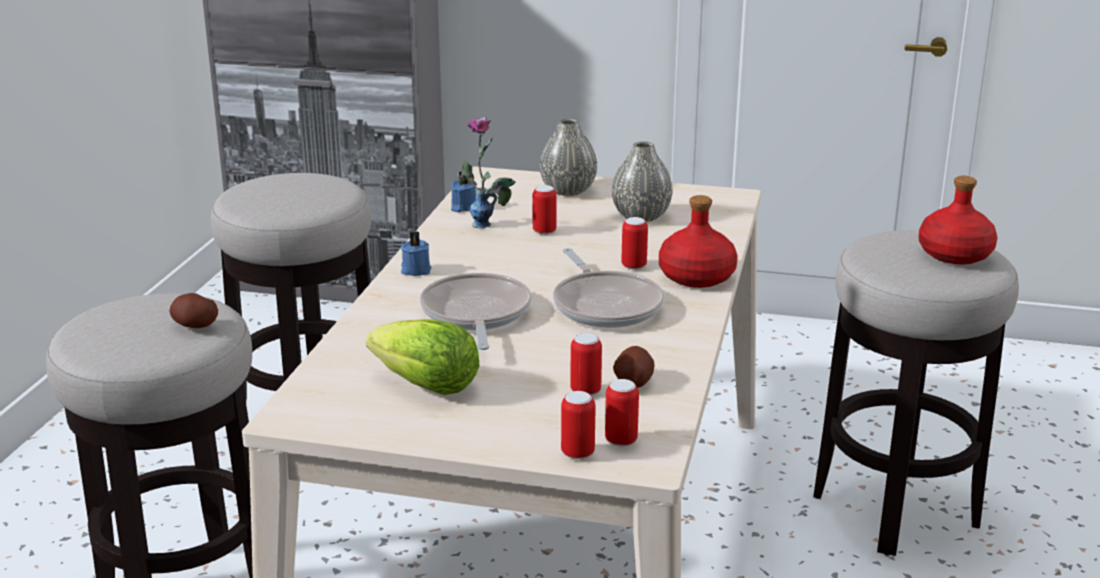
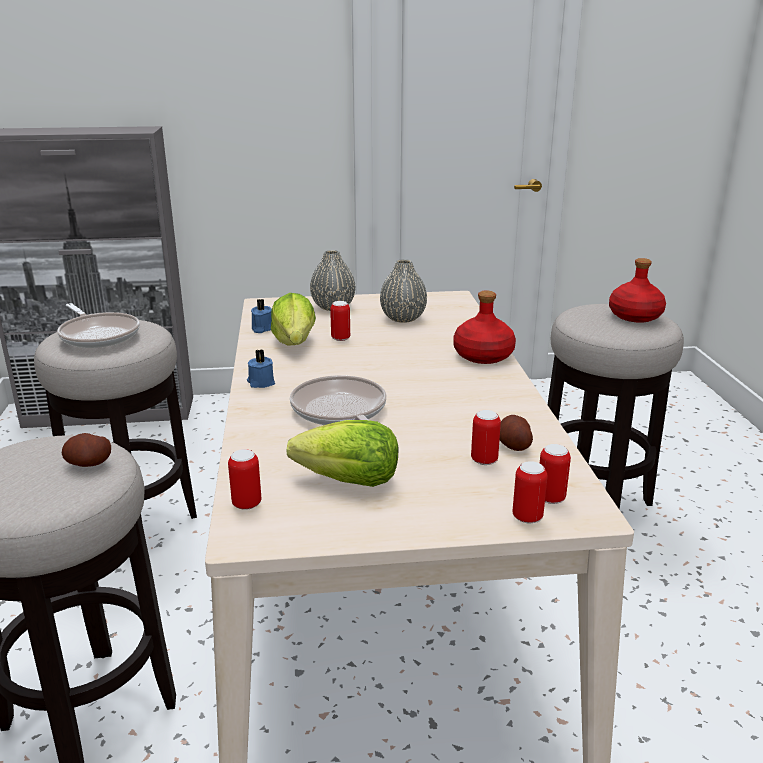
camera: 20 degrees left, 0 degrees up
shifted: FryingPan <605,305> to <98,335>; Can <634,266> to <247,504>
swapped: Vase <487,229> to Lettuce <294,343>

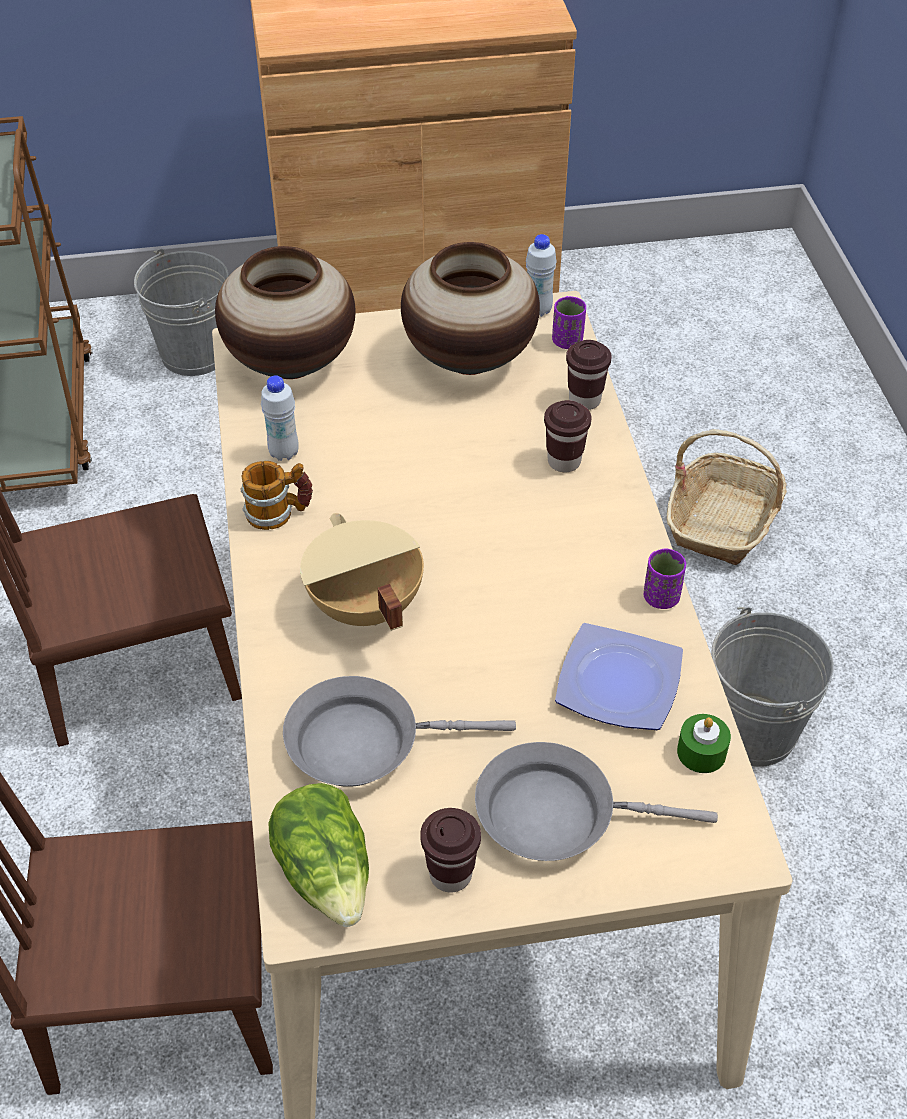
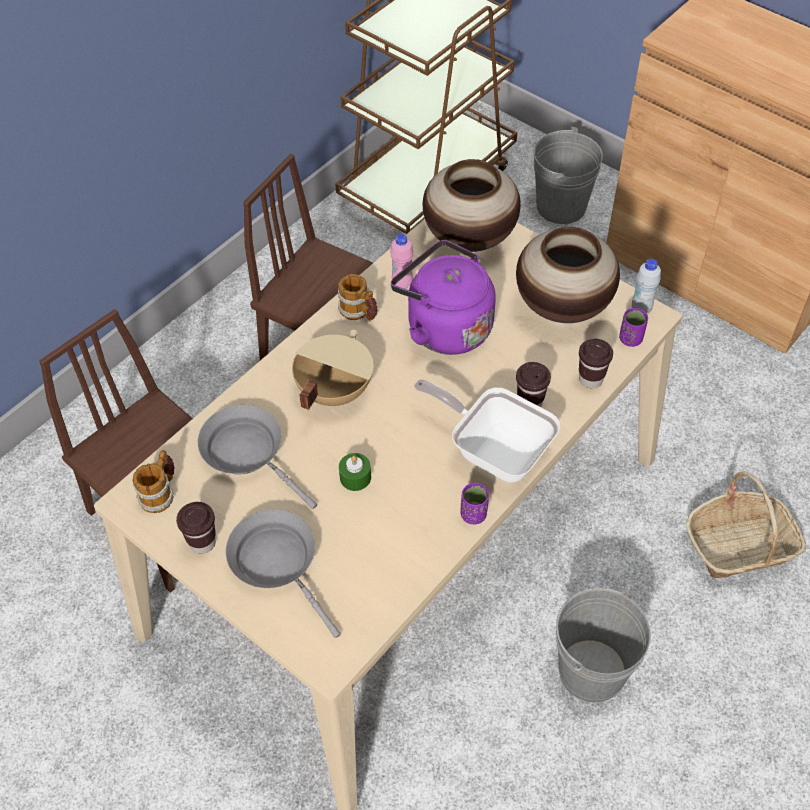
camera: 50 degrees right, 5 degrees up
gone: Plate <621,682>
new: PurpleKettle <444,327>; FryingPan <494,449>
shifted: GreenCandle <701,752> to <355,477>
swapped: Lettuce <327,872> to Mug <160,493>
repainted: WhiteBottle <284,453> to PinkBottle <402,283>

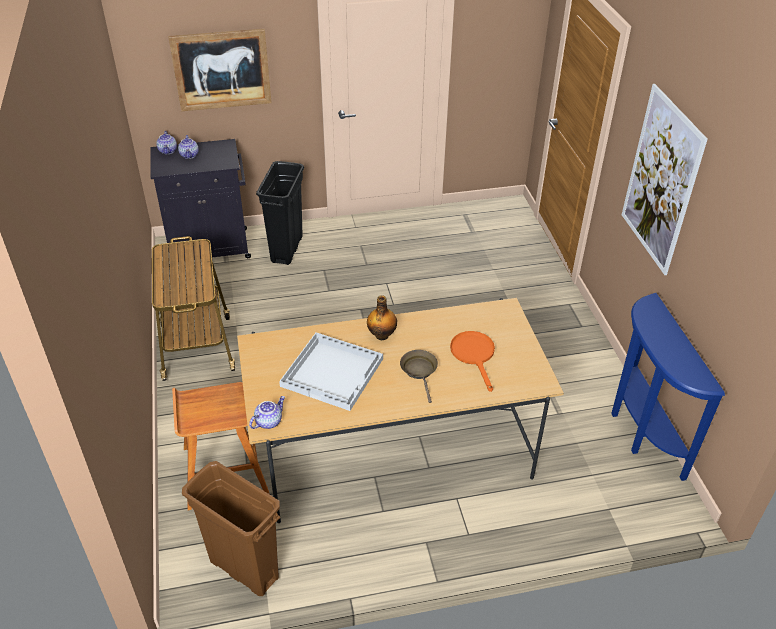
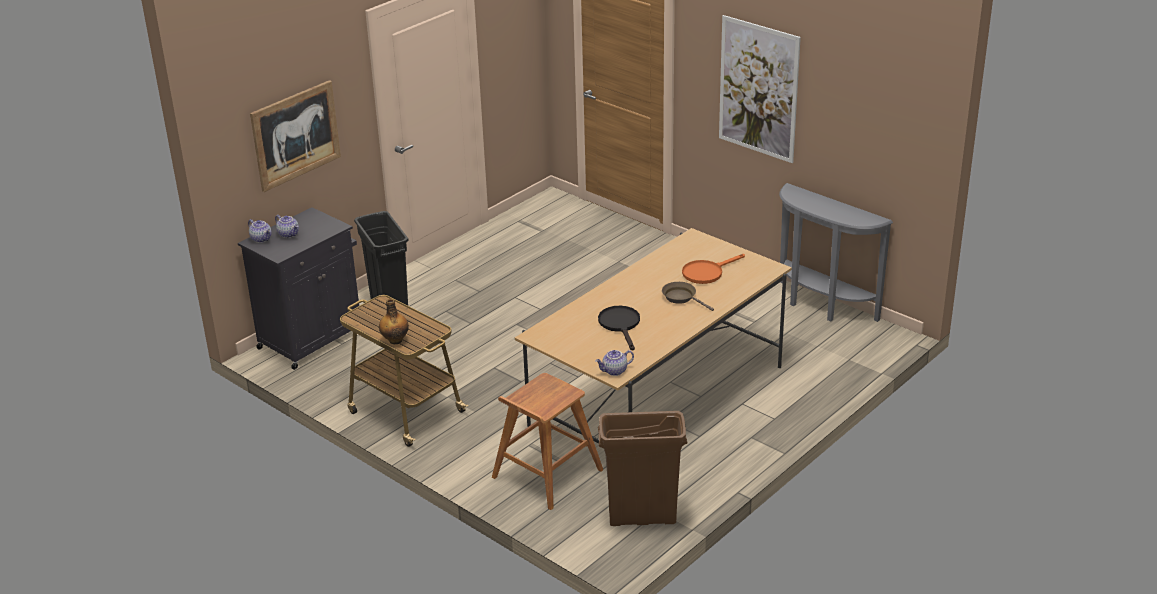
camera: 35 degrees left, 10 degrees down
shifted: Bottle <382,335> to <395,340>
swapped: WhiteTray <333,372> to BlackFryingPan <621,325>
repainted: BlueConsoleTable <640,431> to GreyConsoleTable <821,306>
rotated: Teapot <268,421> = <614,371> 120 degrees counterclockwise; OrangeFryingPan <474,355> = <706,272> 75 degrees counterclockwise

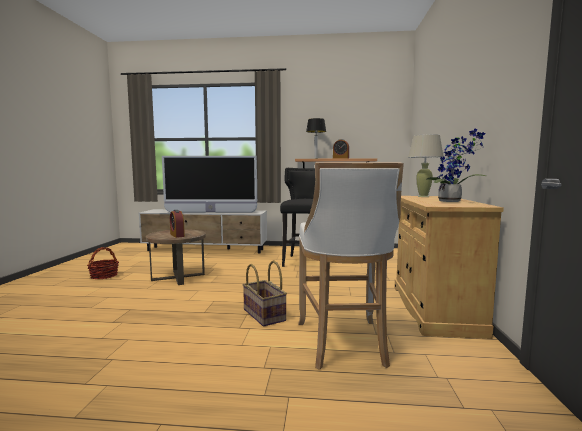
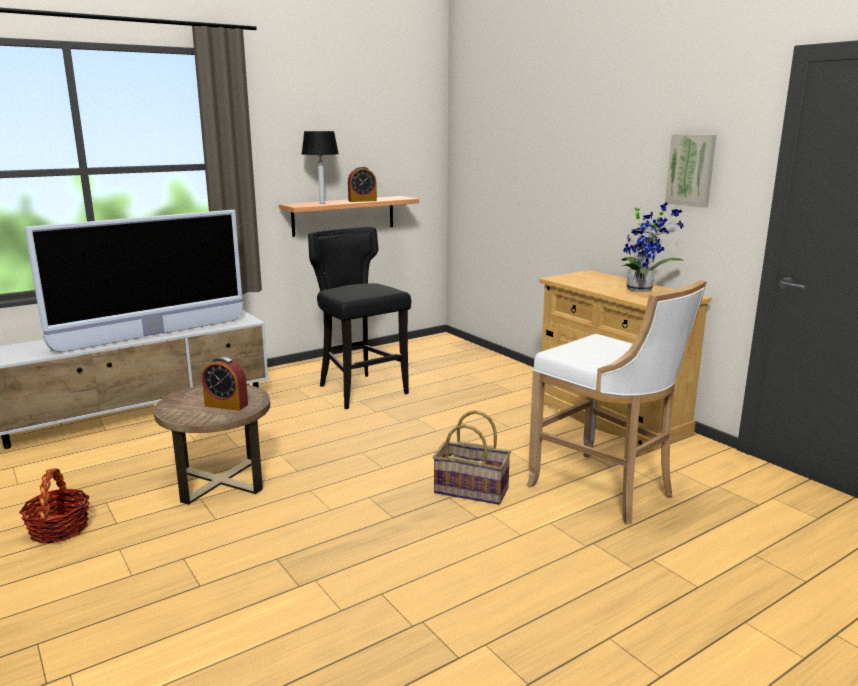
camera: 40 degrees left, 10 degrees up
gone: BeigeTableLamp <423,196>
new: Picture <691,170>

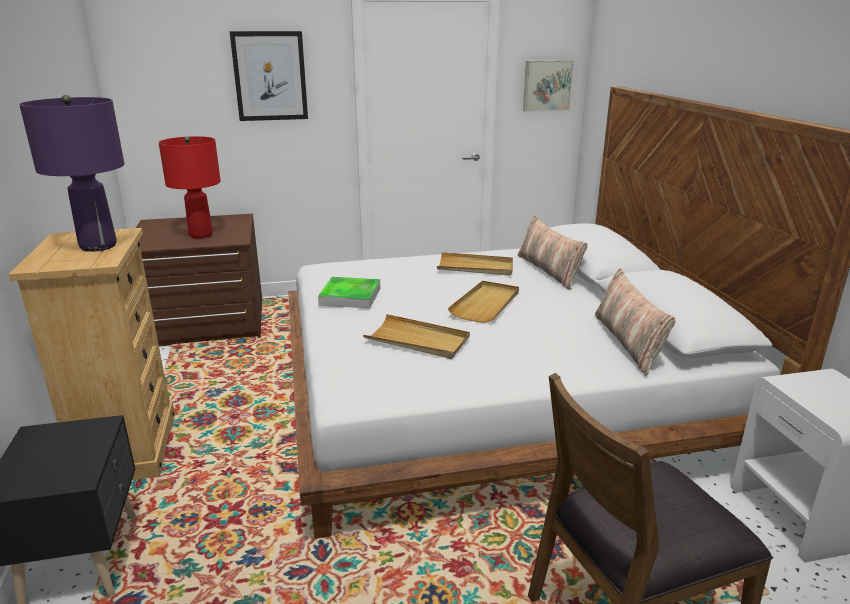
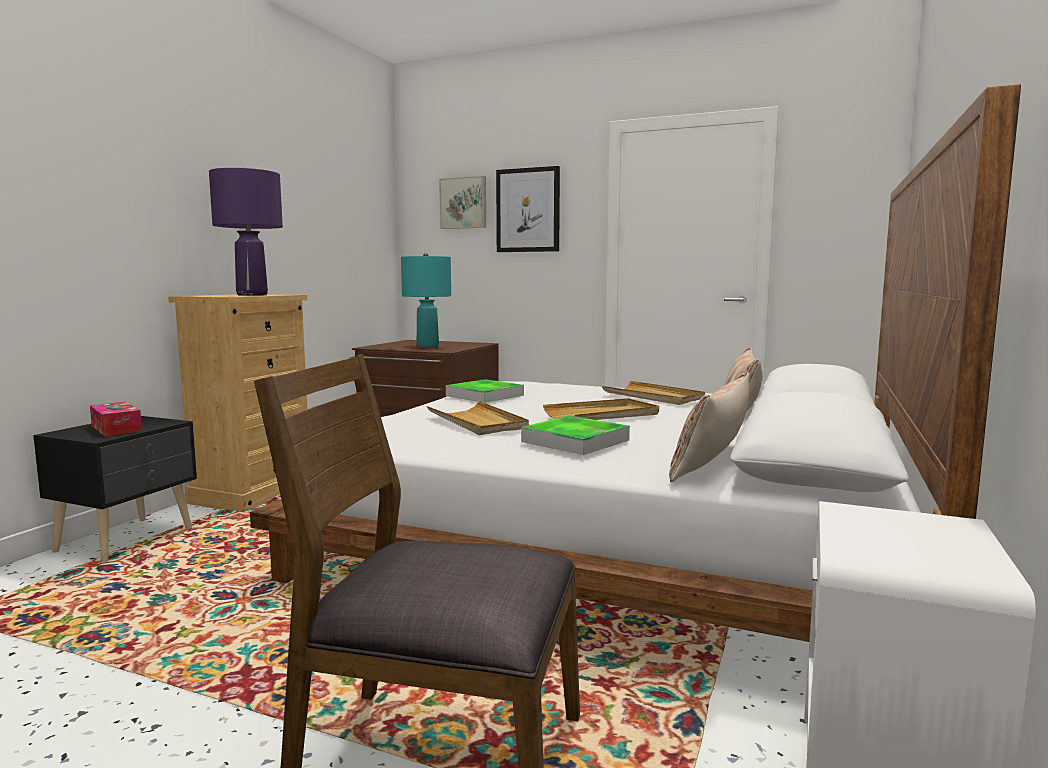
camera: 35 degrees right, 15 degrees down
new: TissueBox <116,428>; Tray <575,441>
shifted: Picture <546,85> to <464,203>
repainted: RedTableLamp <200,235> to TurquoiseTableLamp <427,347>

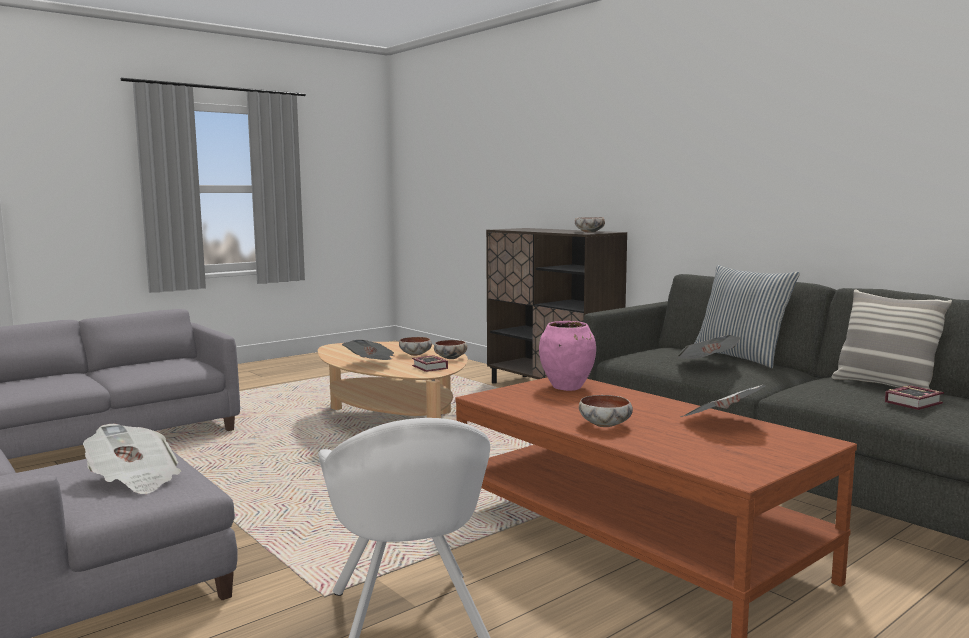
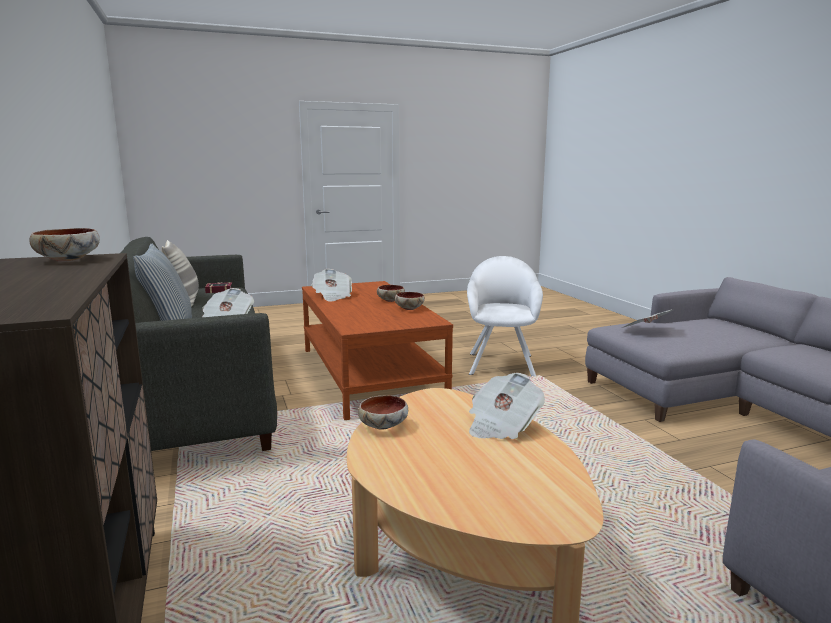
camera: 160 degrees left, 5 degrees up
gone: Book <429,368>; PinkVase <567,387>
shifted: Bowl <416,355> to <409,308>

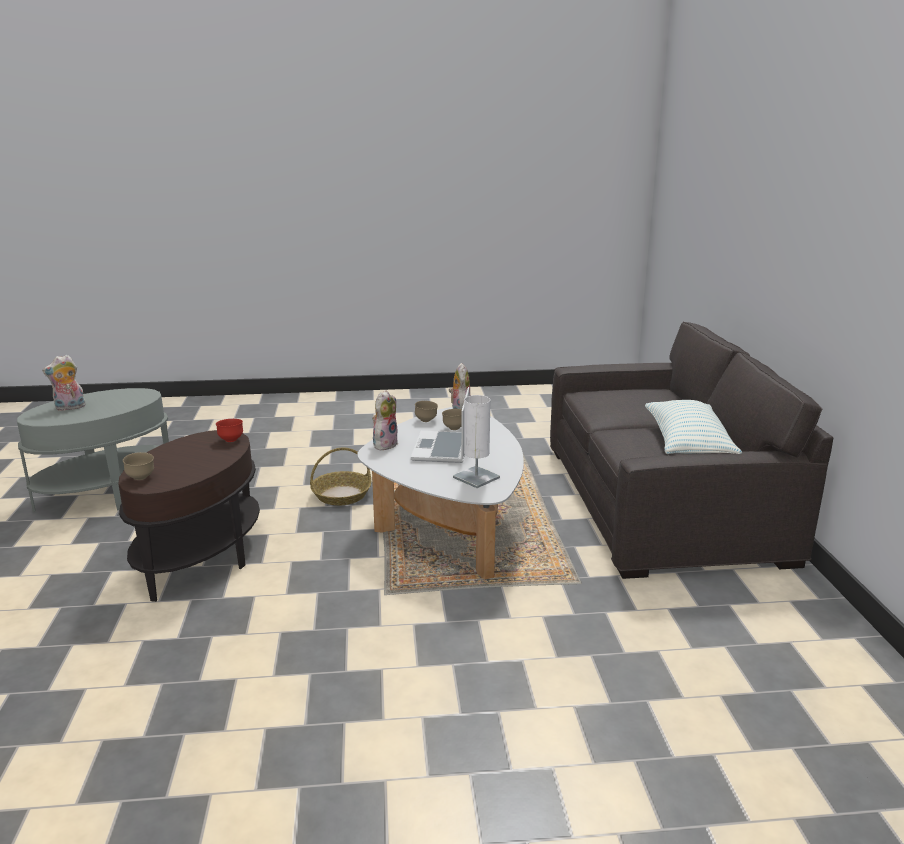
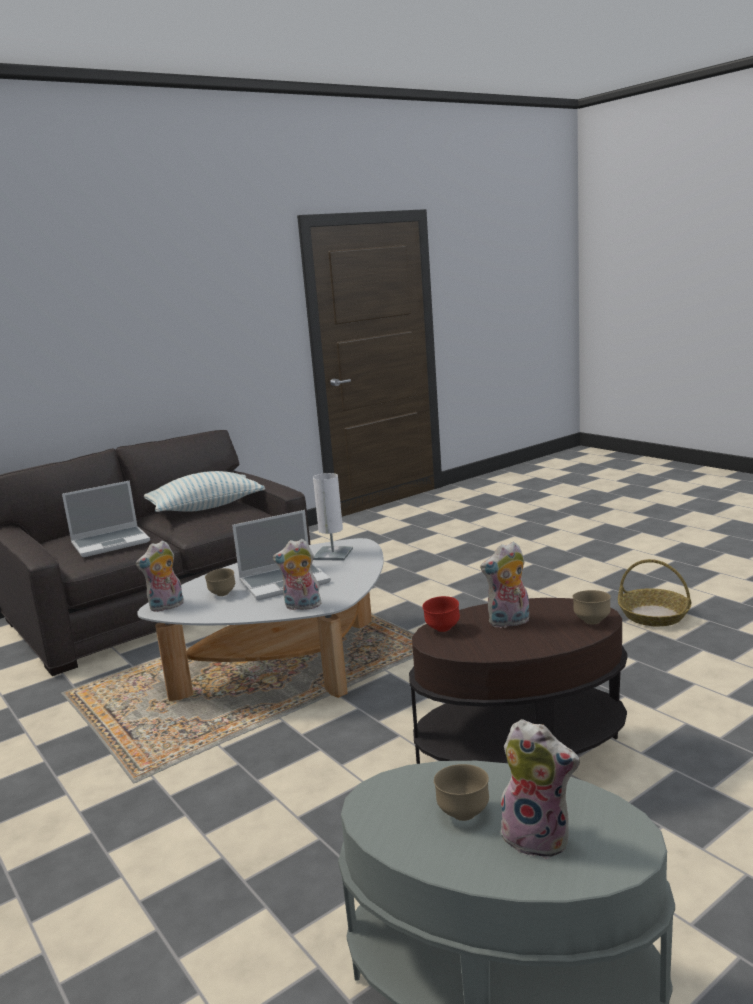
camera: 120 degrees left, 5 degrees down
new: Laptop <111,542>; PlushToy <508,622>
shifted: Basket <341,495> to <653,615>; BrownBowl <426,421> to <463,813>

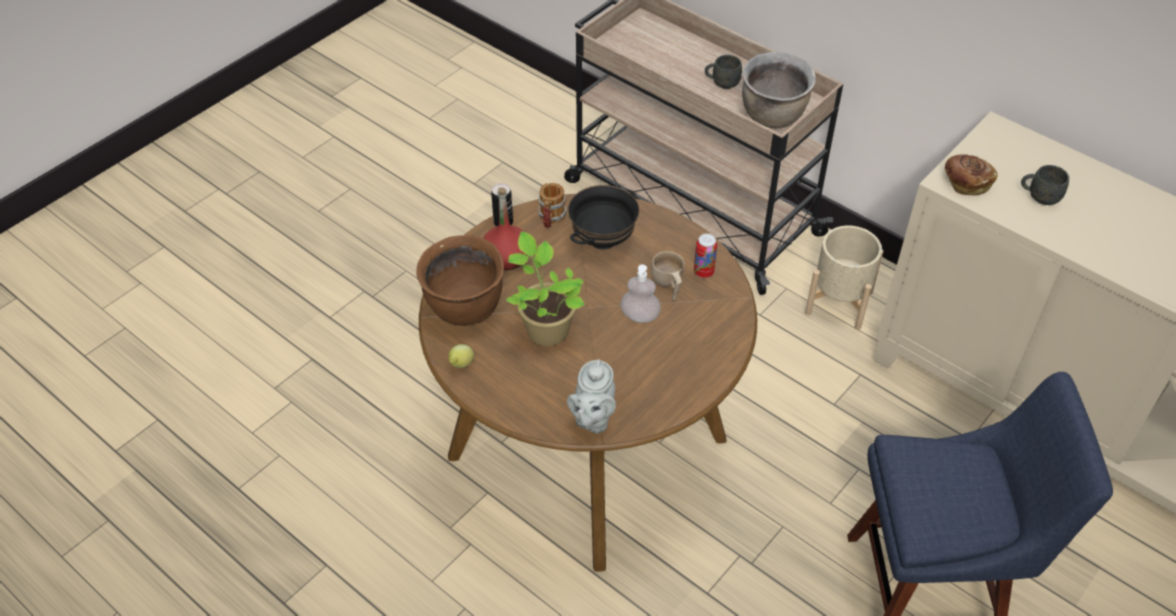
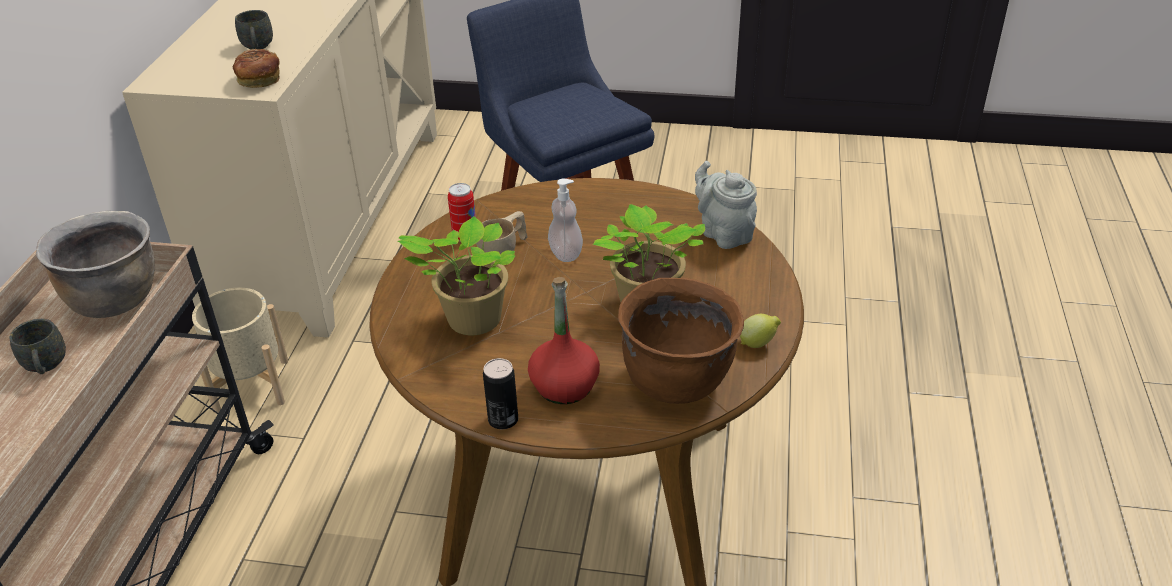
camera: 120 degrees left, 10 degrees down
gone: Mug <551,219>
swapped: BlackBowl <603,241> to PottedPlant <470,321>
rotated: GreyTeapot <592,418> = <723,233> 105 degrees counterclockwise

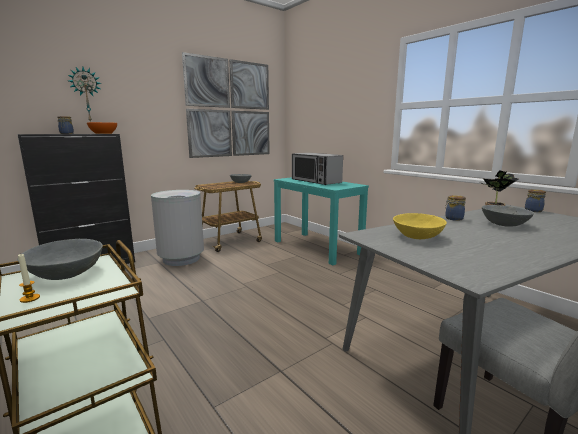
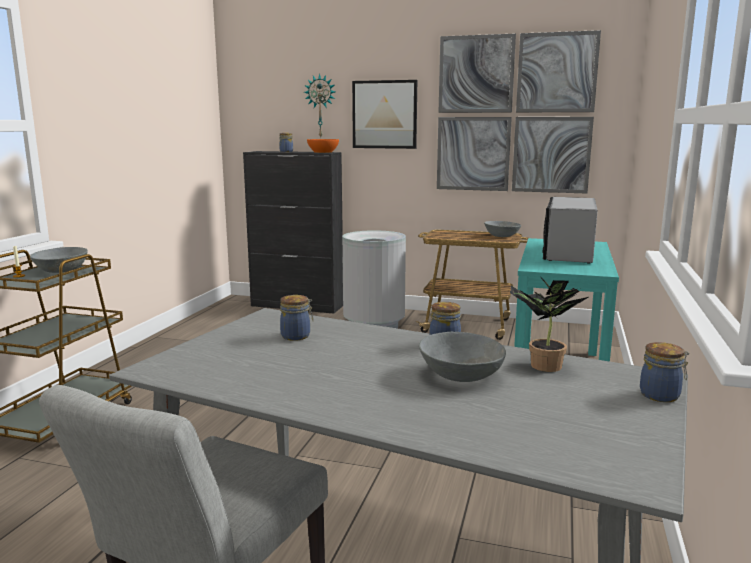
camera: 55 degrees right, 0 degrees up
new: Picture <384,114>
swapped: YellowBowl <417,236> to Jar <297,336>

